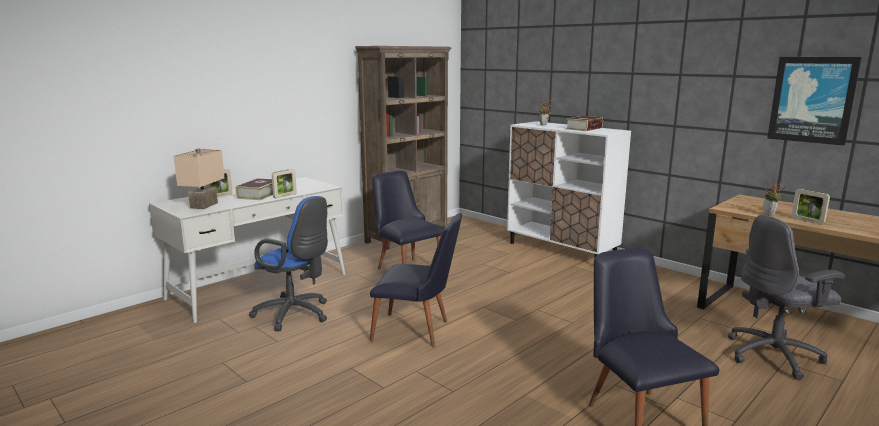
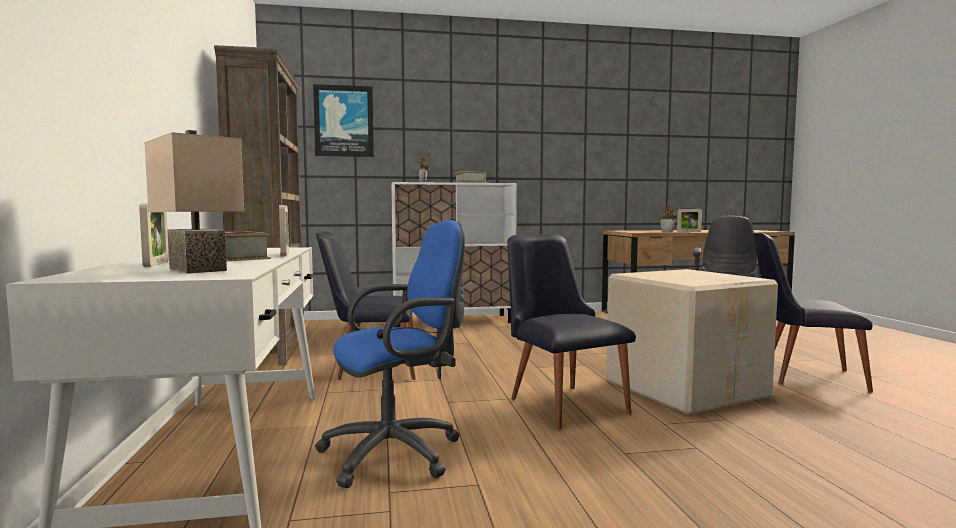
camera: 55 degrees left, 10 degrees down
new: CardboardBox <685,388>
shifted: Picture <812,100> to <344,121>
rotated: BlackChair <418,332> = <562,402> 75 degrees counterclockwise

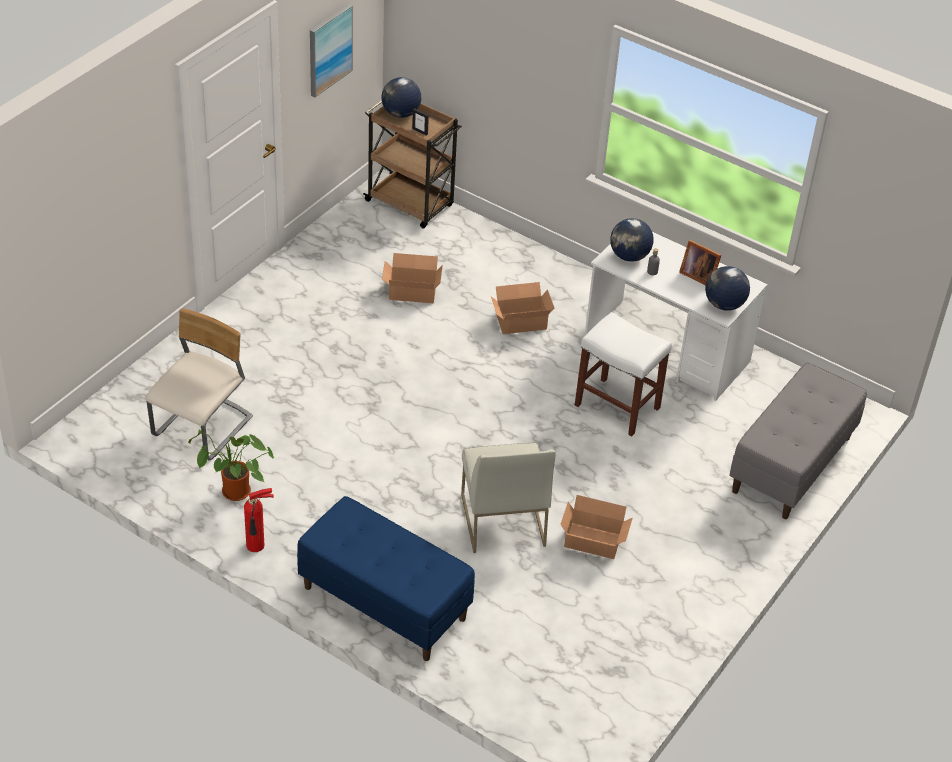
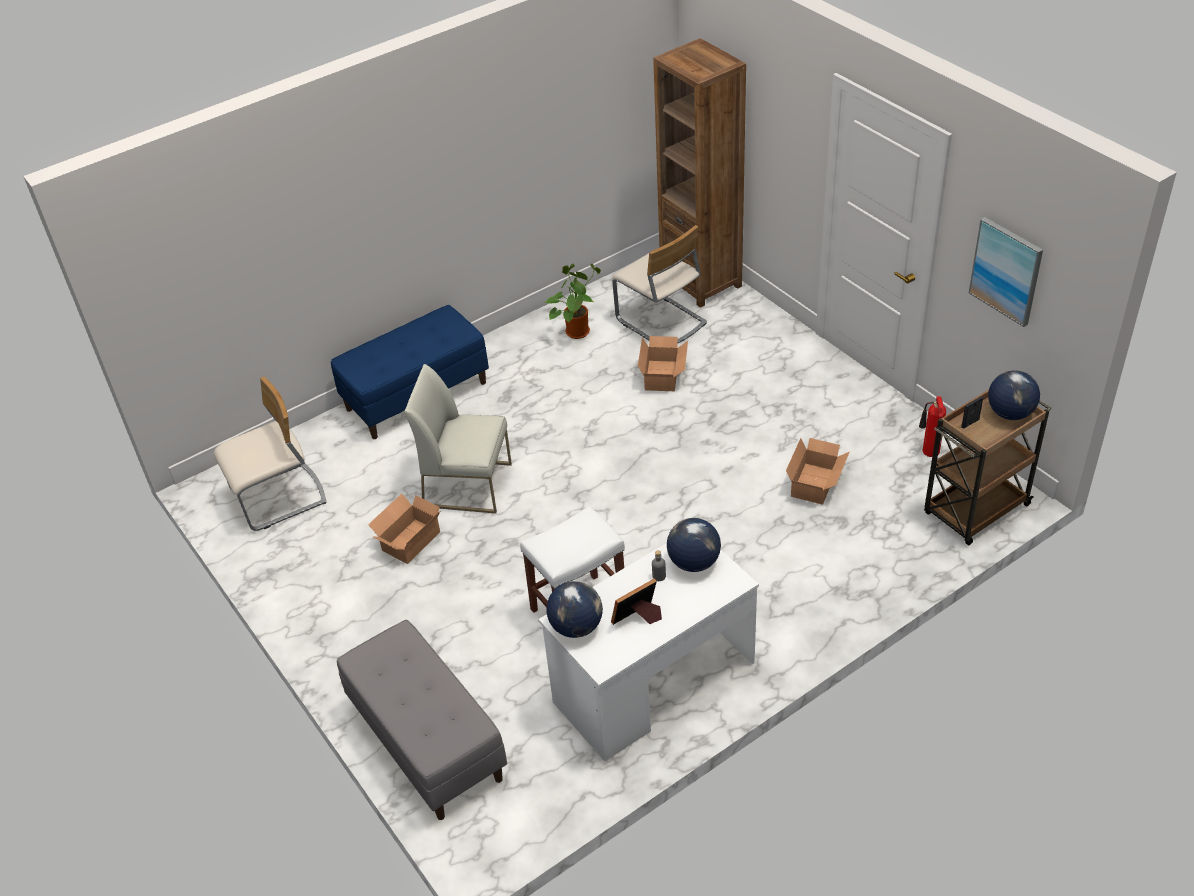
camera: 115 degrees right, 0 degrees up
new: BeigeChair <279,498>; BrownBookcase <701,282>
shifted: FireExtinguisher <257,546> to <929,452>; CardboardBox <519,320> to <663,375>

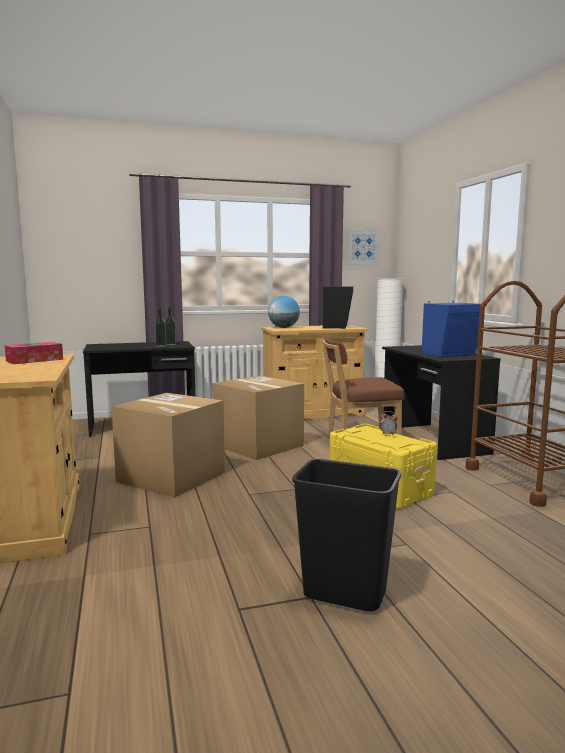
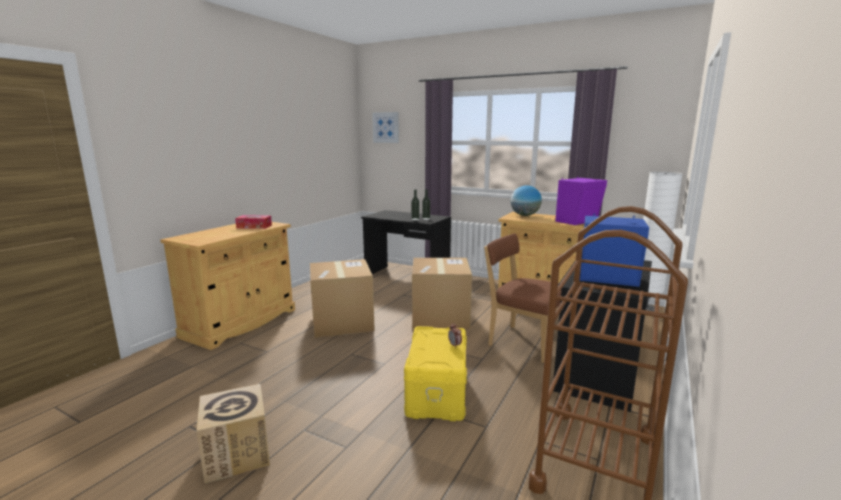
camera: 45 degrees right, 5 degrees up
shifted: Picture <362,247> to <386,127>
swapped: BlackTrashCan <343,595> to CardboardBox <237,454>
repainted: BlackSpeaker <337,327> to PurpleSpeaker <578,221>

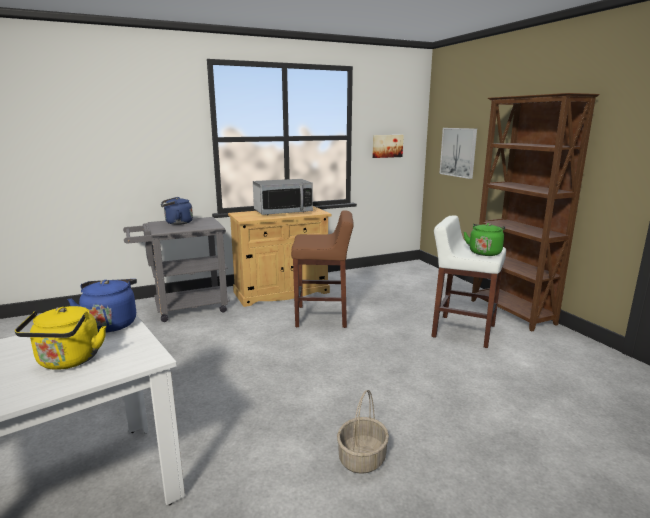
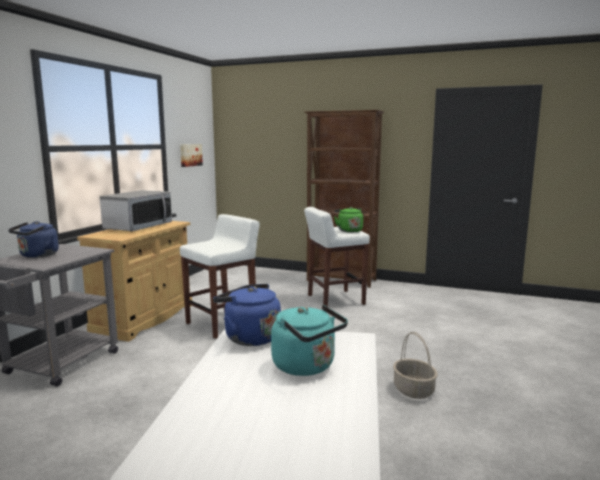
camera: 45 degrees left, 5 degrees down
gone: Picture <458,152>
repainted: YellowKettle <68,361> to TurquoiseKettle <307,367>; BrownStool <323,317> to WhiteStool <222,324>

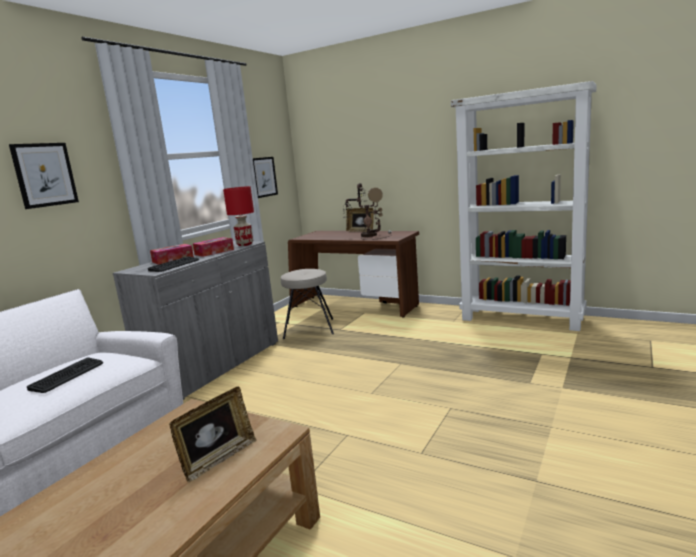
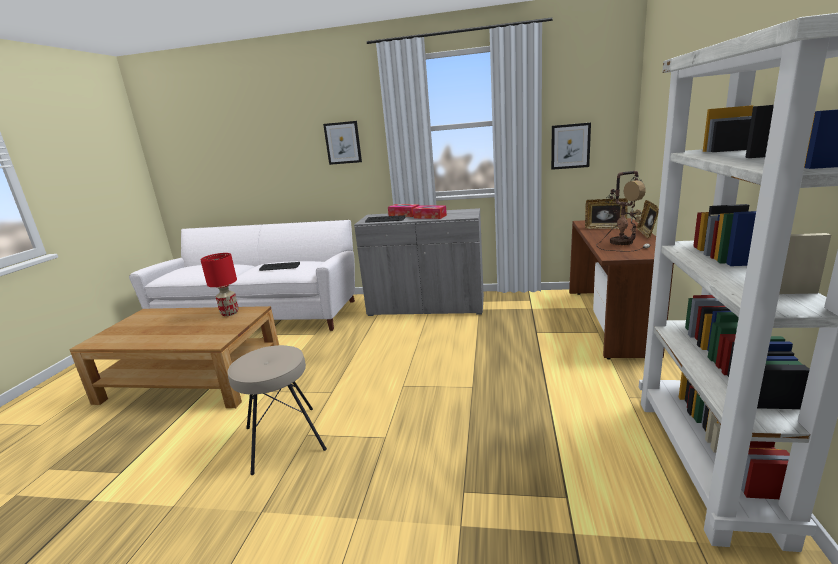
camera: 70 degrees right, 5 degrees up
shifted: PictureFrame <218,459> to <605,228>; RedTableLamp <245,244> to <229,313>; BeigeStool <309,328> to <283,439>

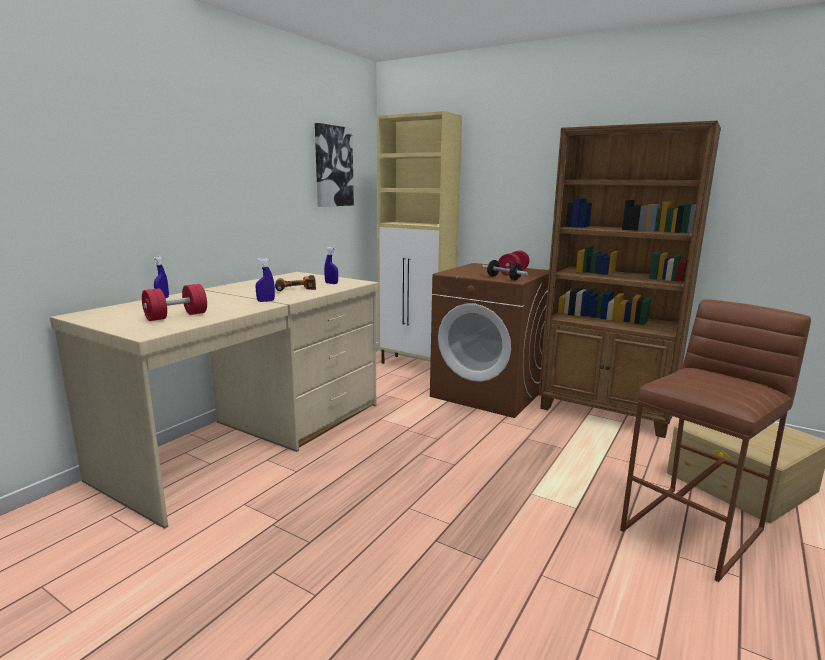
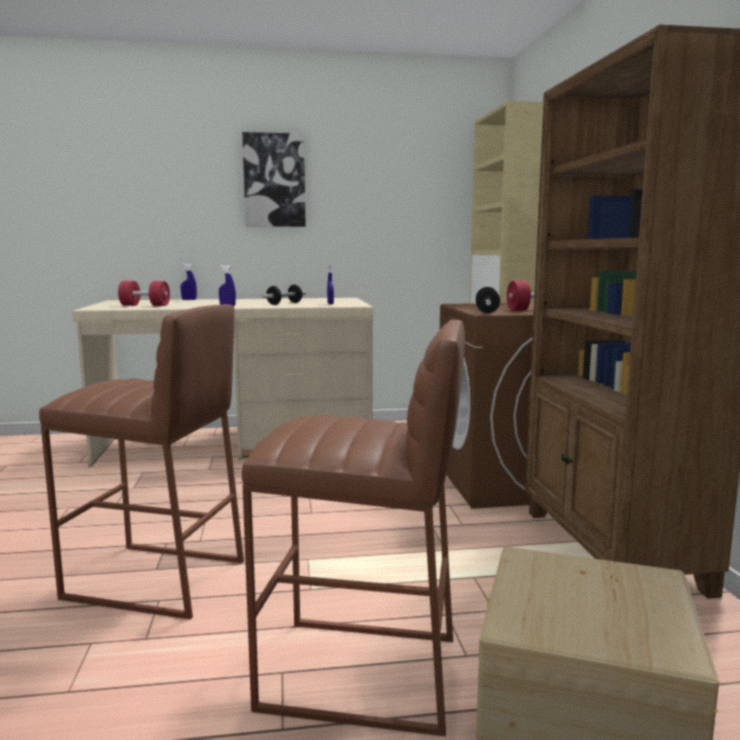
camera: 50 degrees right, 5 degrees down
new: BrownStool <156,580>
shifted: Picture <333,166> to <274,180>
swapped: PowerDrill <295,289> to Dumbbell <284,303>

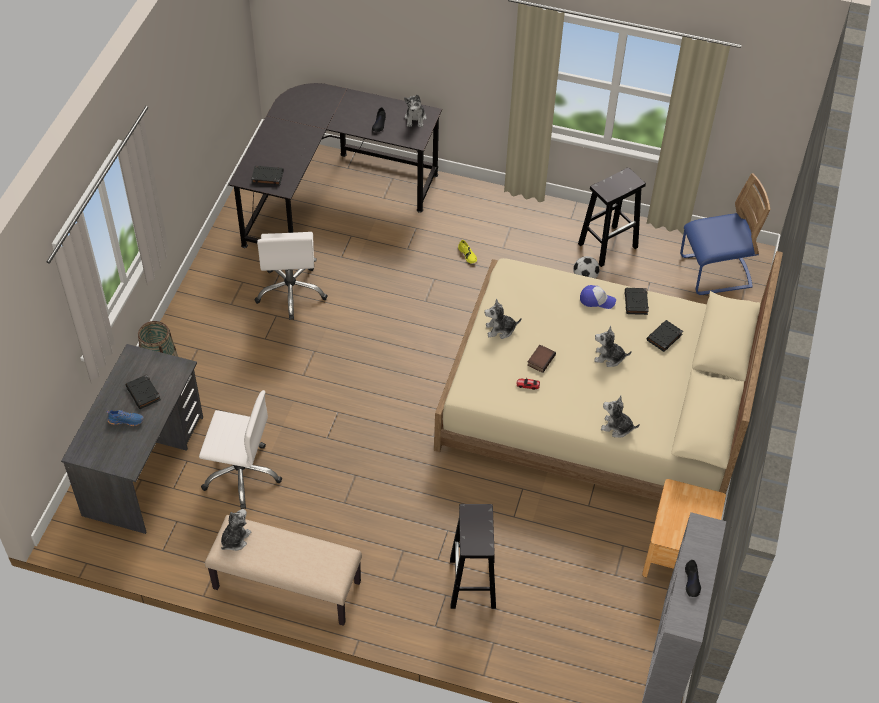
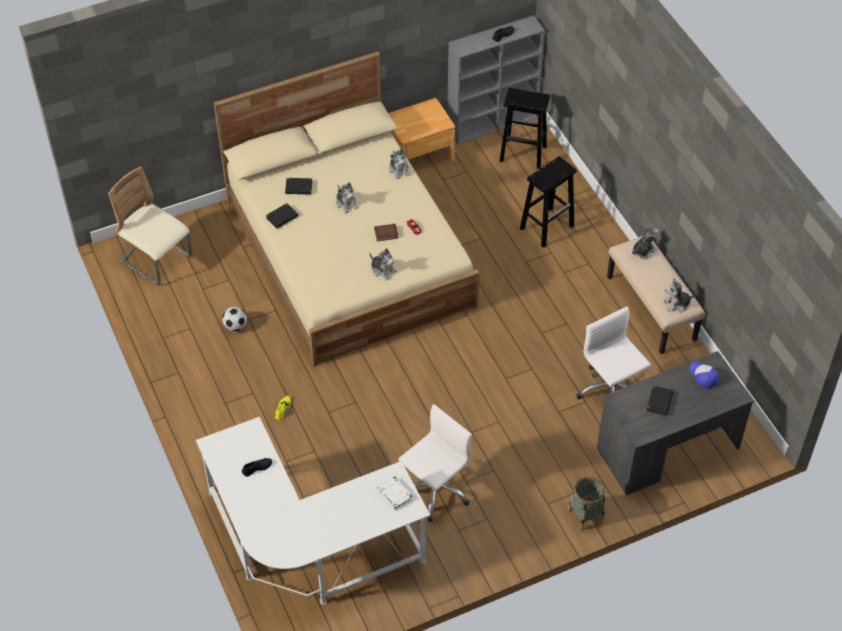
camera: 130 degrees left, 0 degrees up
gone: BlueShoe <126,420>
shifted: PlushToy <415,118> to <643,251>; BlackStool <608,245> to <522,153>; Cap <597,300> to <703,376>
repainted: BlackDesk <330,194> to WhiteDesk <306,548>; BlackBook <267,177> to WhiteBook <395,494>; BlueChair <715,272> to BeigeChair <156,259>

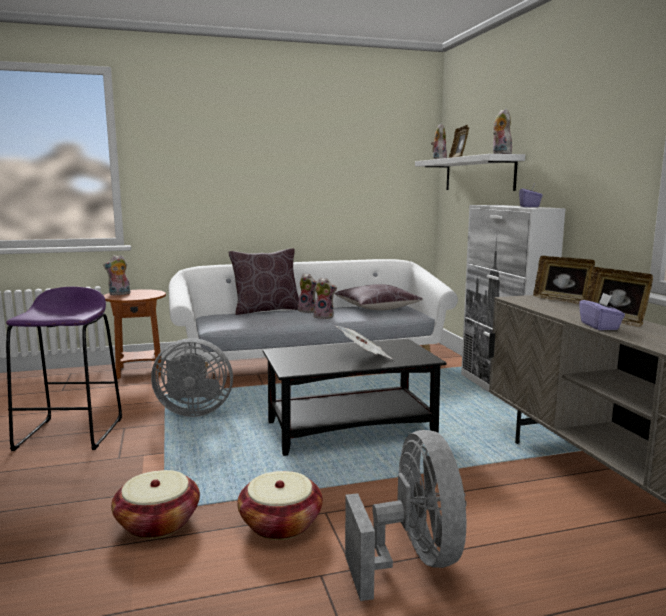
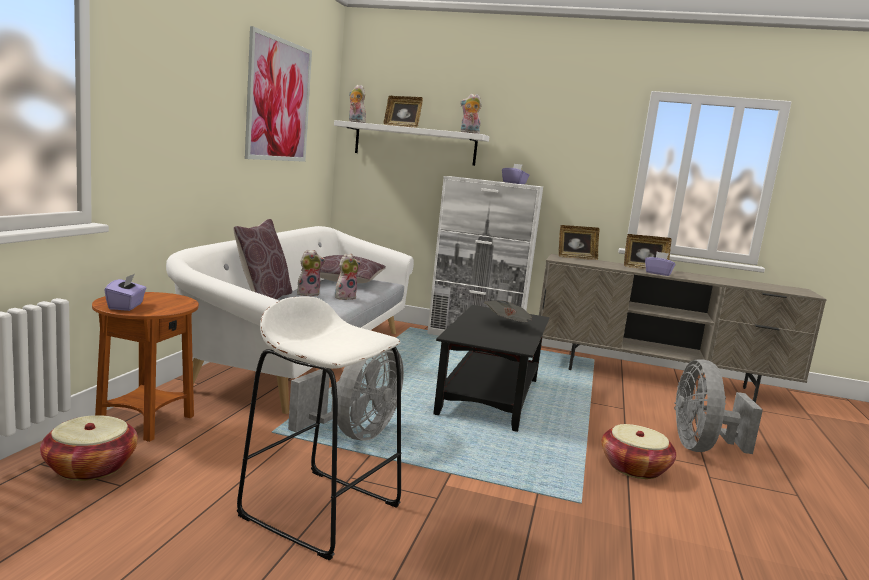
camera: 60 degrees left, 0 degrees up
new: Picture <279,100>
shifted: Basket <158,523> to <90,467>
swapped: PlushToy <119,294> to PurpleTissueBox <126,306>
repainted: PurpleStool <71,433> to WhiteStool <320,510>
rotated: GreyFan <412,559> = <701,447> 105 degrees counterclockwise

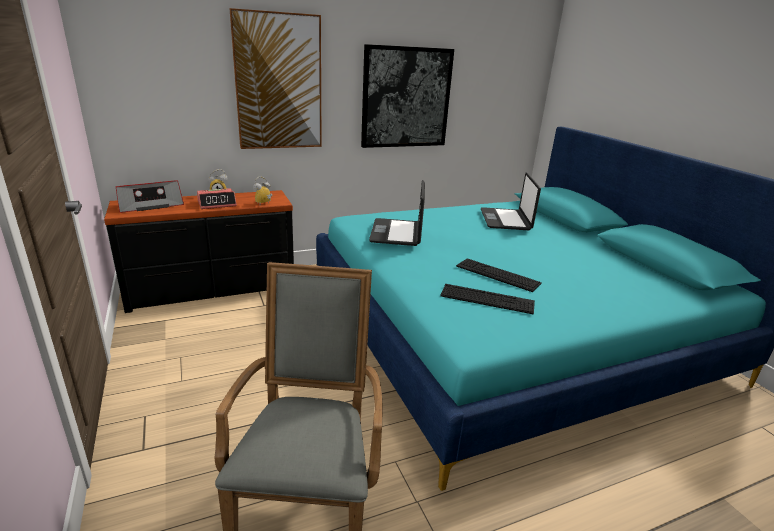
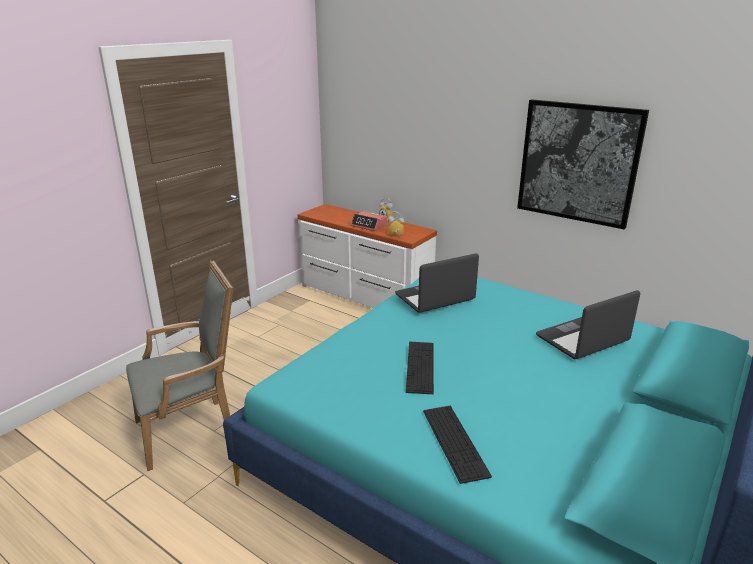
camera: 60 degrees right, 0 degrees up
gone: Radio <150,205>; Picture <278,83>
shifted: Keyboard <487,299> to <454,442>
repainted: BlackDresser <213,290> to WhiteDresser <364,296>

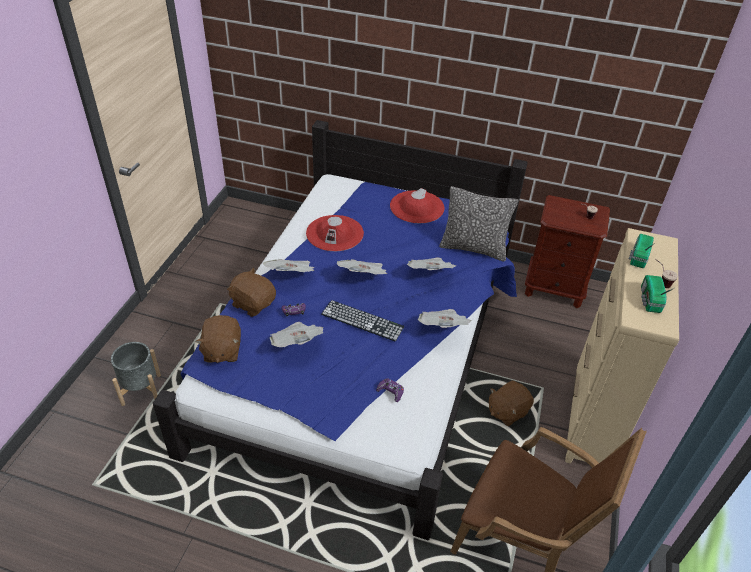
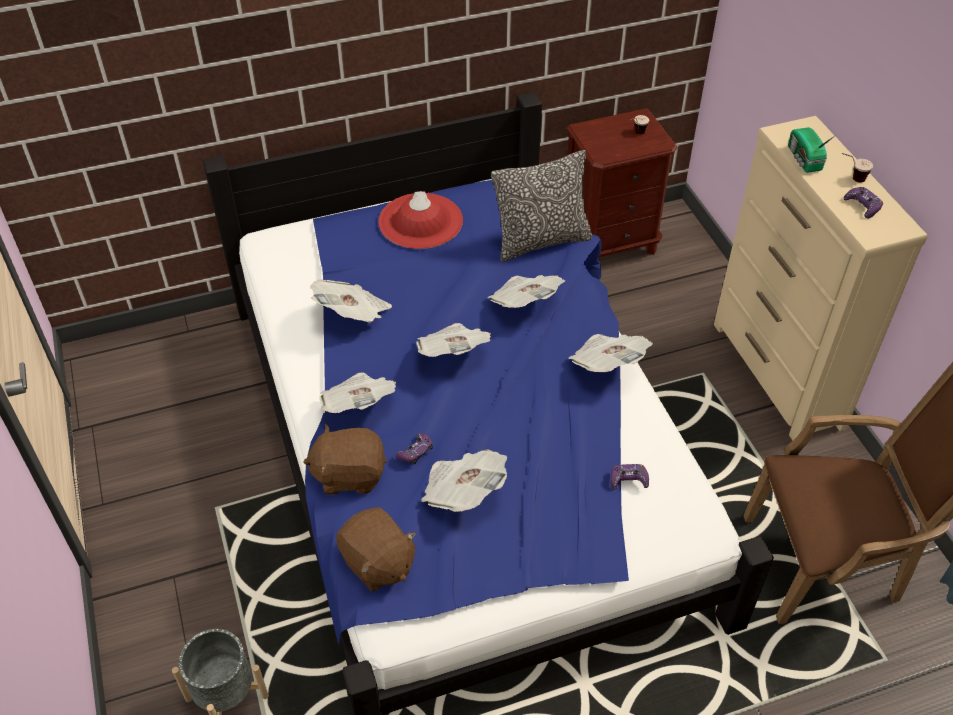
camera: 35 degrees left, 5 degrees up
gone: Keyboard <362,320>; BrownPlushToy <507,411>
swapped: RedHat <335,233> to Newspaper <353,314>; Radio <649,300> to PurpleGameController <862,206>

